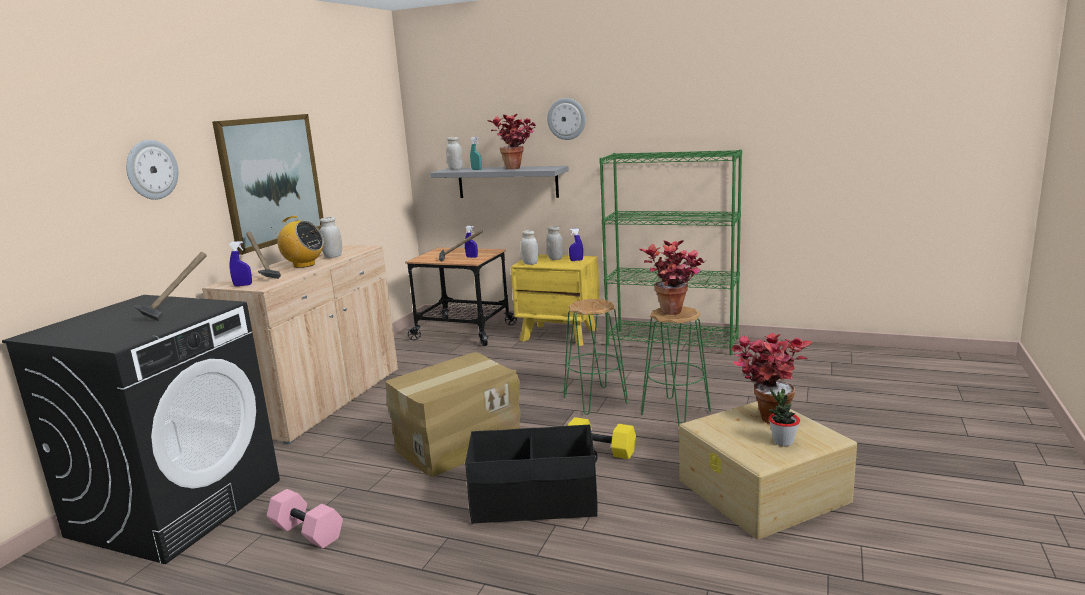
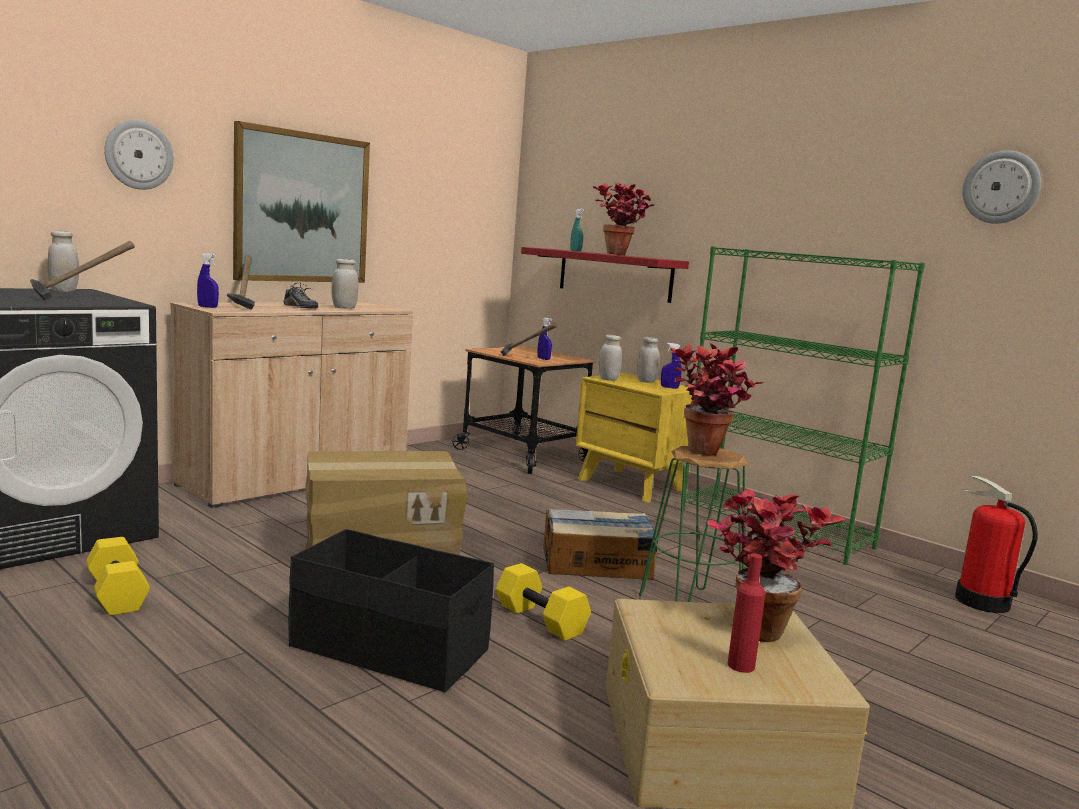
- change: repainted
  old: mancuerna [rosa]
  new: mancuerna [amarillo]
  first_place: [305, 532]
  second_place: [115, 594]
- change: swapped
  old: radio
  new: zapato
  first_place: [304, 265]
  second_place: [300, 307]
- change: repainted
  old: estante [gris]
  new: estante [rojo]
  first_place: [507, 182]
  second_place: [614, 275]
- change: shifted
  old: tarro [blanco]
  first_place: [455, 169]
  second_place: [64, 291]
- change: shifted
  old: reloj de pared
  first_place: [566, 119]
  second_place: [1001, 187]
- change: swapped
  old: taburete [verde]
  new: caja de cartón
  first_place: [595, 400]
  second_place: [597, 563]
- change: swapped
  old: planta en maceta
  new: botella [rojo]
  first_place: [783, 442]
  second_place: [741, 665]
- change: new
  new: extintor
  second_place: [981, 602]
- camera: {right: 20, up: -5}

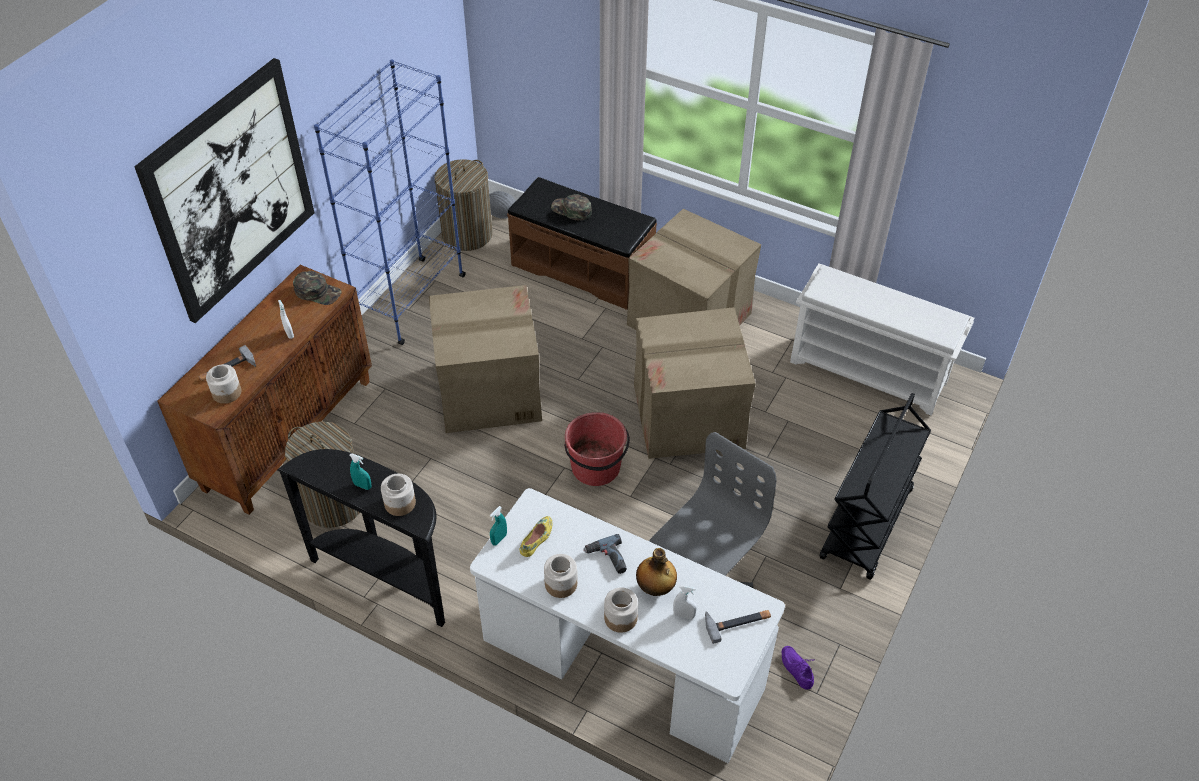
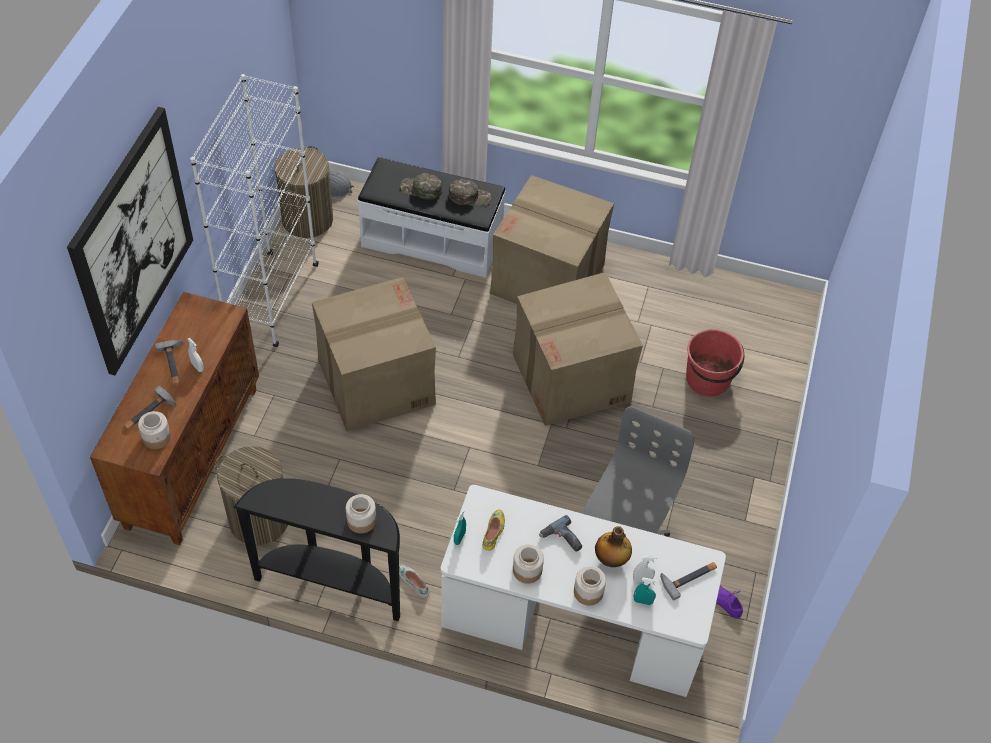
- change: shifted
  old: gorra [verde]
  first_place: [318, 292]
  second_place: [469, 196]
- change: repainted
  old: estantería [azul]
  new: estantería [blanco]
  first_place: [411, 301]
  second_place: [272, 299]
- change: shifted
  old: pulverizador [turquesa]
  first_place: [362, 486]
  second_place: [642, 601]
- change: repainted
  old: banco [marrón]
  new: banco [blanco]
  first_place: [583, 269]
  second_place: [432, 241]
- change: shifted
  old: cubo [rojo]
  first_place: [596, 468]
  second_place: [708, 379]
- change: gone
  old: zapatero [blanco]
  first_place: [870, 371]
- change: gone
  old: carrito [negro]
  first_place: [867, 525]
- change: new
  new: martillo
  second_place: [173, 364]
- change: new
  new: zapato [blanco]
  second_place: [414, 582]
- camera: {right: -15, up: 5}

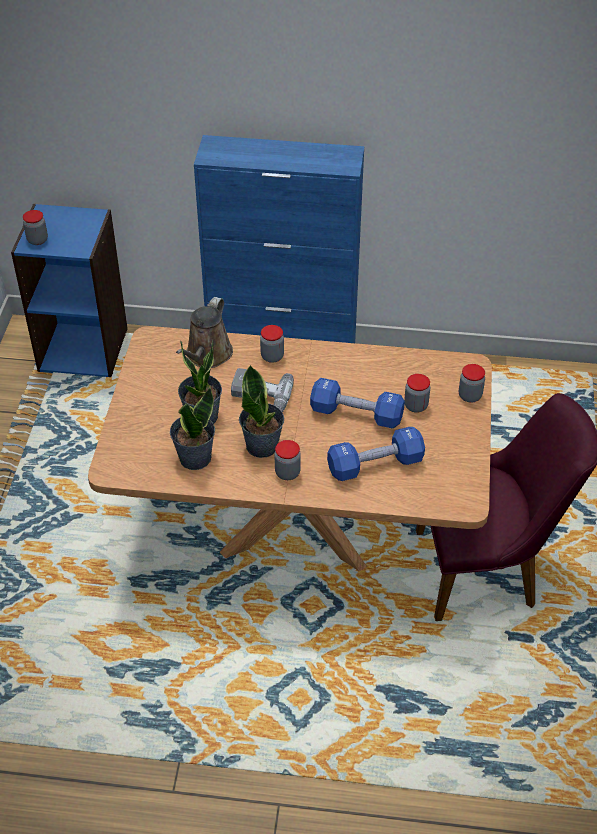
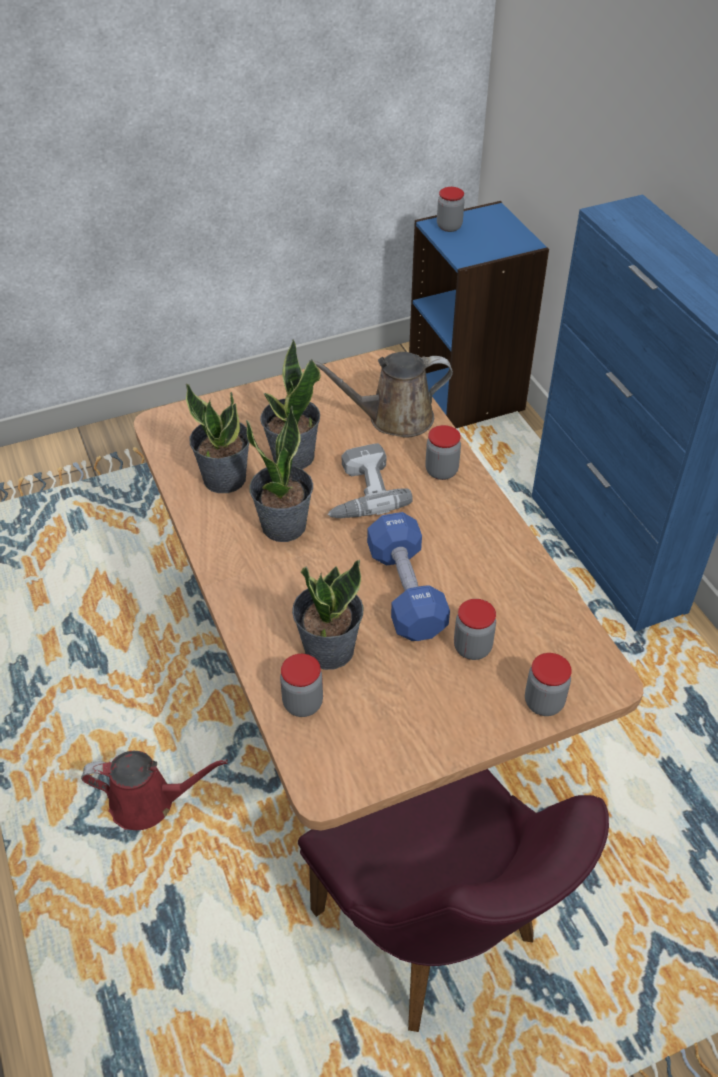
- change: shifted
  old: tarro
  first_place: [287, 473]
  second_place: [303, 703]
- change: swapped
  old: mancuerna [azul]
  new: planta en maceta
  first_place: [375, 465]
  second_place: [328, 649]
- change: new
  new: regadera [rojo]
  second_place: [149, 803]
- camera: {right: 60, up: 0}

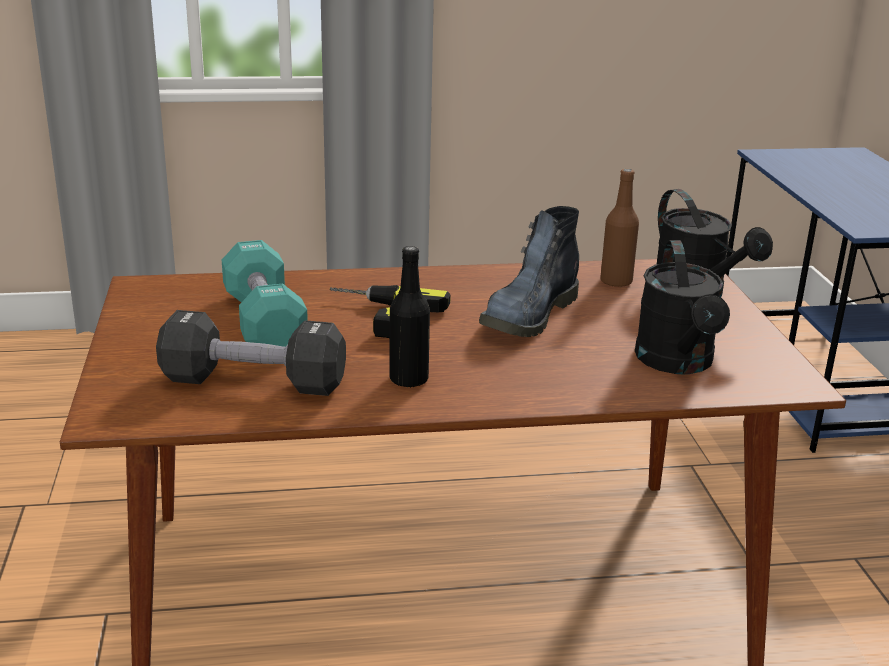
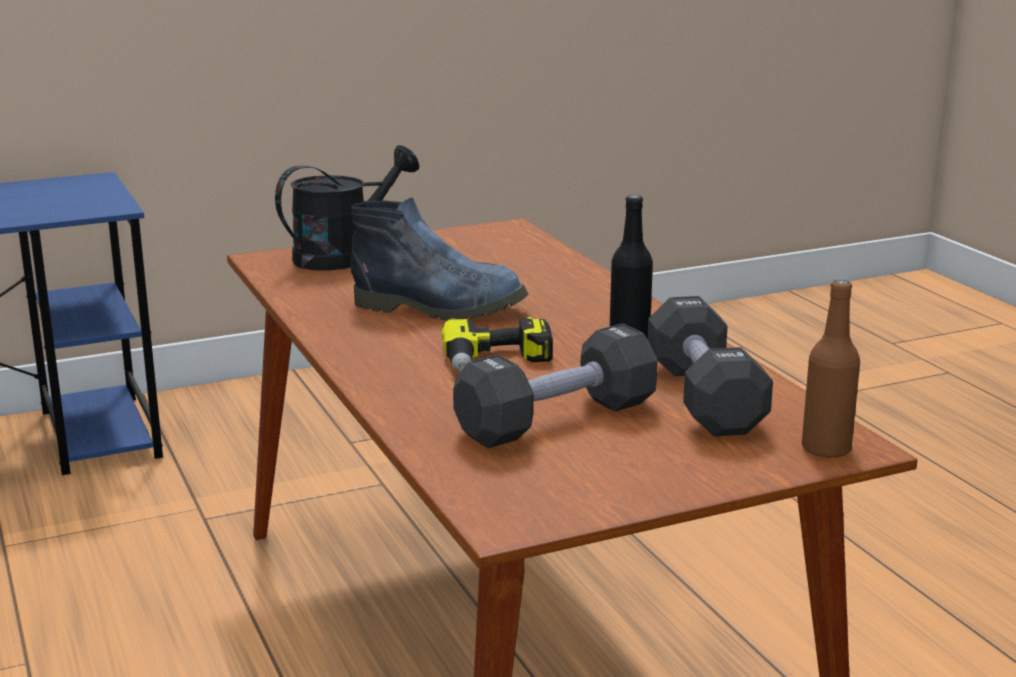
- change: repainted
  old: mancuerna [turquesa]
  new: mancuerna [negro]
  first_place: [264, 322]
  second_place: [557, 420]
- change: shifted
  old: botella [marrón]
  first_place: [616, 282]
  second_place: [826, 449]
- change: gone
  old: regadera [negro]
  first_place: [678, 363]
- camera: {right: -105, up: -5}

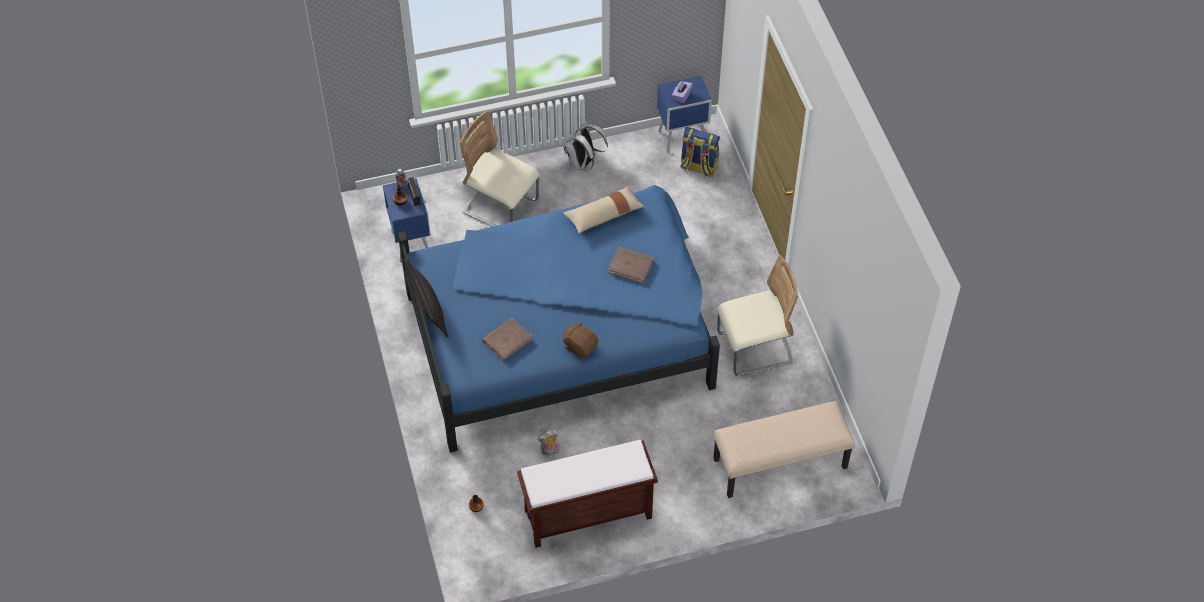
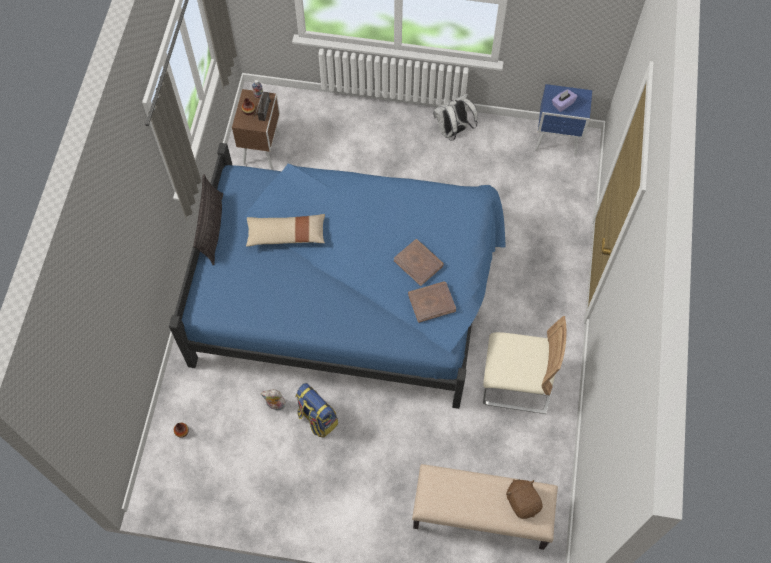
- change: repainted
  old: mesita de noche [azul]
  new: mesita de noche [marrón]
  first_place: [411, 242]
  second_place: [263, 149]
- change: gone
  old: silla [beis]
  first_place: [501, 207]
- change: shifted
  old: libro [marrón]
  first_place: [507, 340]
  second_place: [431, 302]
- change: gone
  old: banco [marrón]
  first_place: [587, 515]
- change: shifted
  old: cojín [beis]
  first_place: [604, 215]
  second_place: [286, 234]
- change: shifted
  old: peluche [marrón]
  first_place: [580, 347]
  second_place: [522, 501]
- change: shifted
  old: mochila
  first_place: [698, 167]
  second_place: [317, 418]
- camera: {right: 25, up: 10}

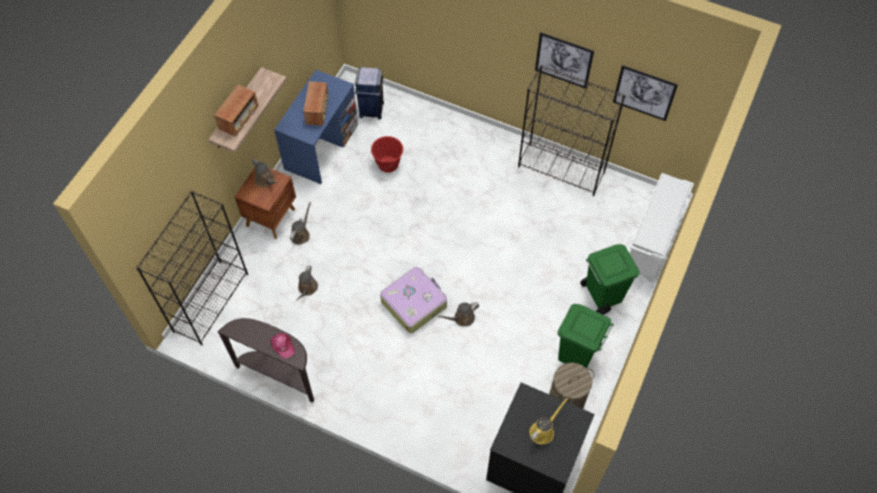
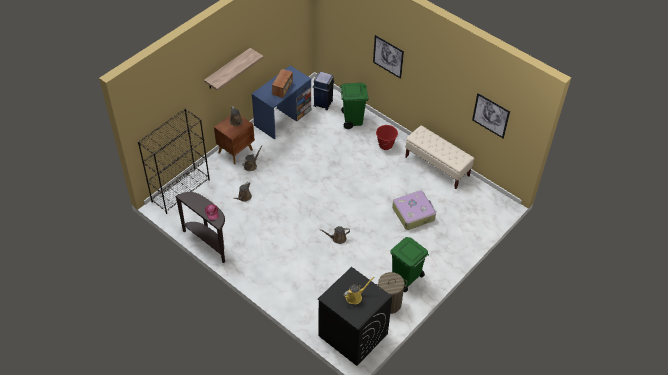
- change: gone
  old: radio
  first_place: [239, 118]
- change: shifted
  old: cubo [rojo]
  first_place: [388, 164]
  second_place: [386, 145]
- change: shifted
  old: maleta
  first_place: [414, 303]
  second_place: [413, 213]
- change: swapped
  old: estantería [negro]
  new: banco [beis]
  first_place: [561, 169]
  second_place: [437, 166]
- change: shifted
  old: cuadro
  first_place: [563, 60]
  second_place: [388, 56]
- change: shifted
  old: papelera [verde]
  first_place: [602, 295]
  second_place: [352, 120]
- change: gone
  old: zapatero [blanco]
  first_place: [652, 242]
- camera: {right: 15, up: -10}

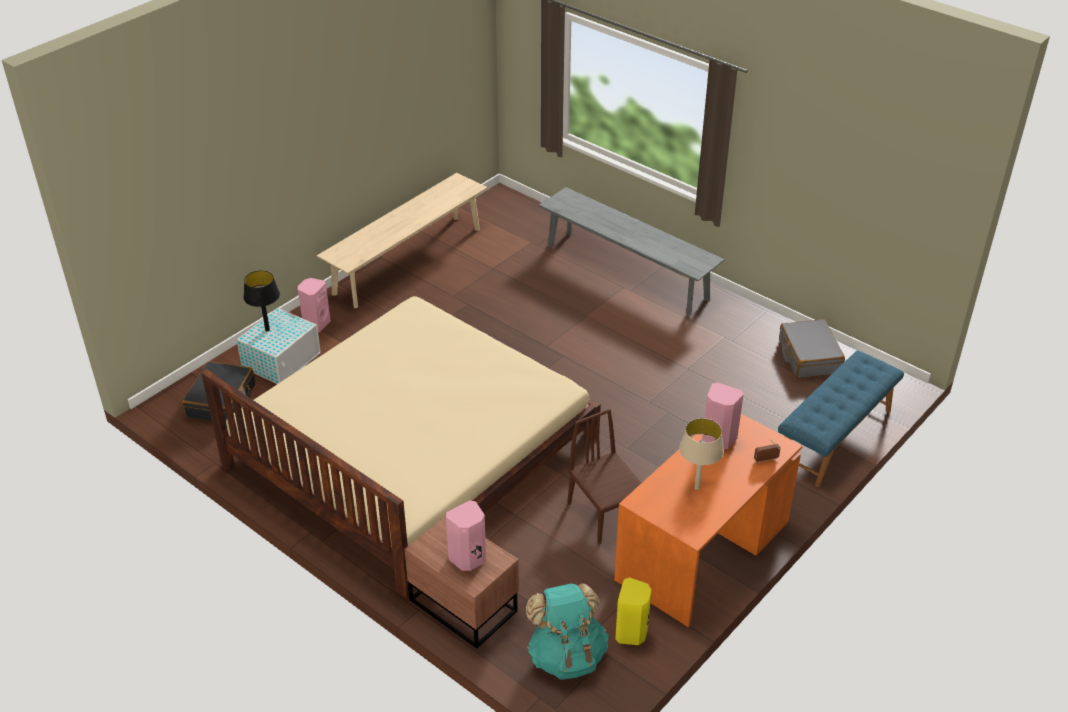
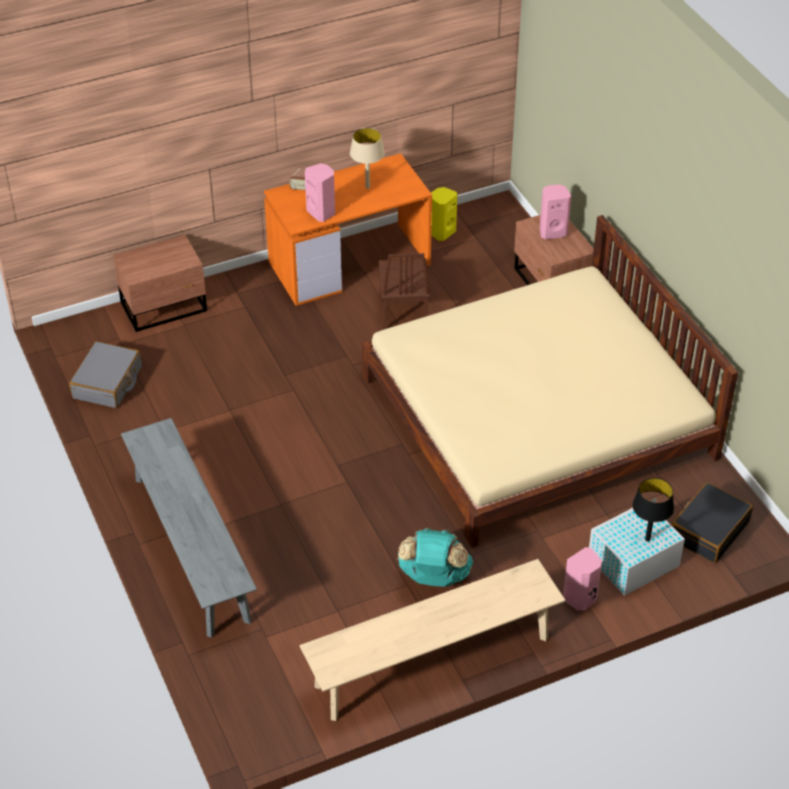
- change: shifted
  old: mochila [turquesa]
  first_place: [566, 656]
  second_place: [434, 577]
- change: swapped
  old: banco [azul]
  new: mesita de noche [marrón]
  first_place: [835, 437]
  second_place: [165, 307]
- camera: {right: -155, up: 5}

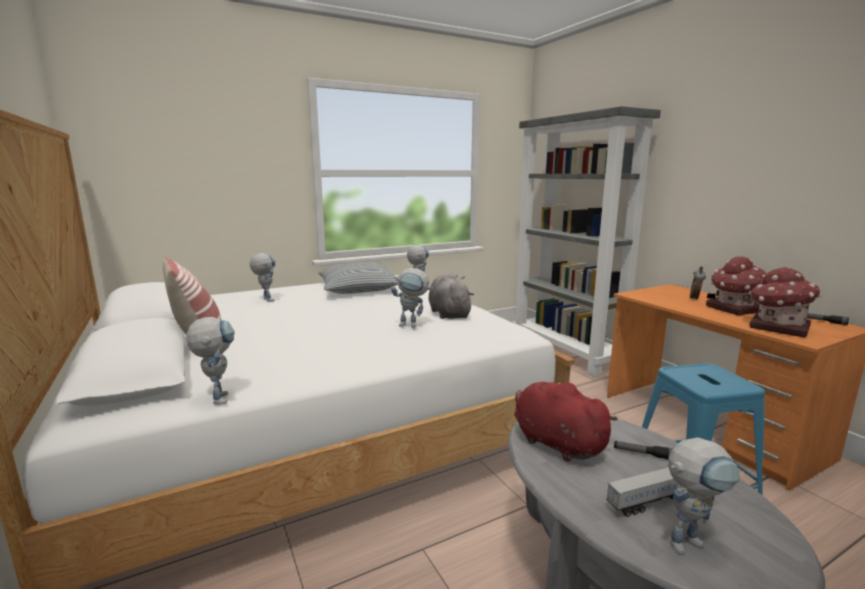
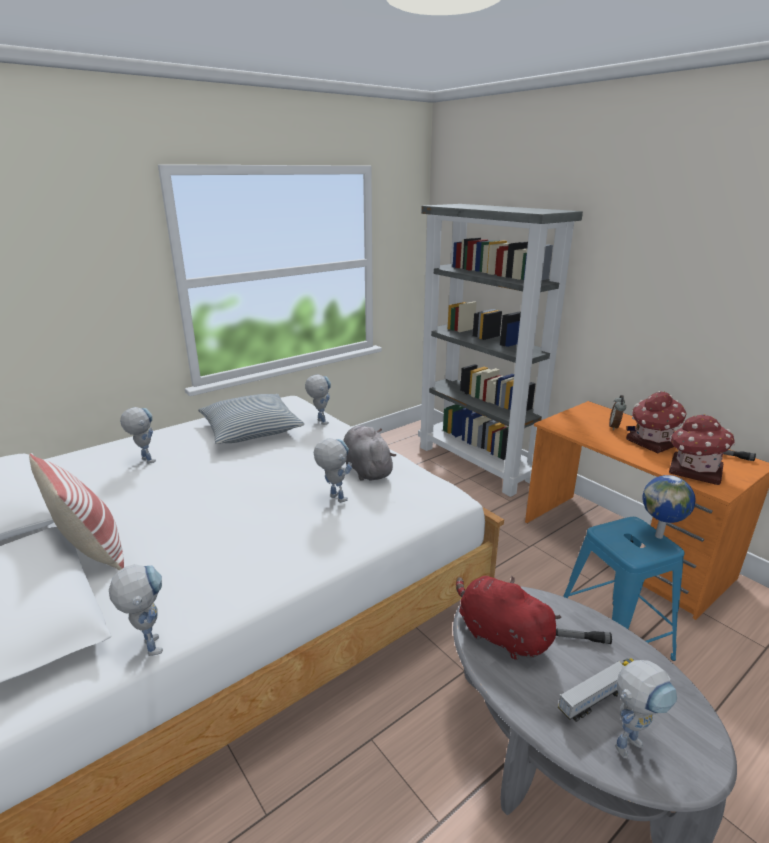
- change: rotated
  old: robot de juguete
  first_place: [413, 325]
  second_place: [333, 497]
  degrees: -135
- change: new
  new: globo terráqueo
  second_place: [659, 536]
- camera: {right: -10, up: 10}

